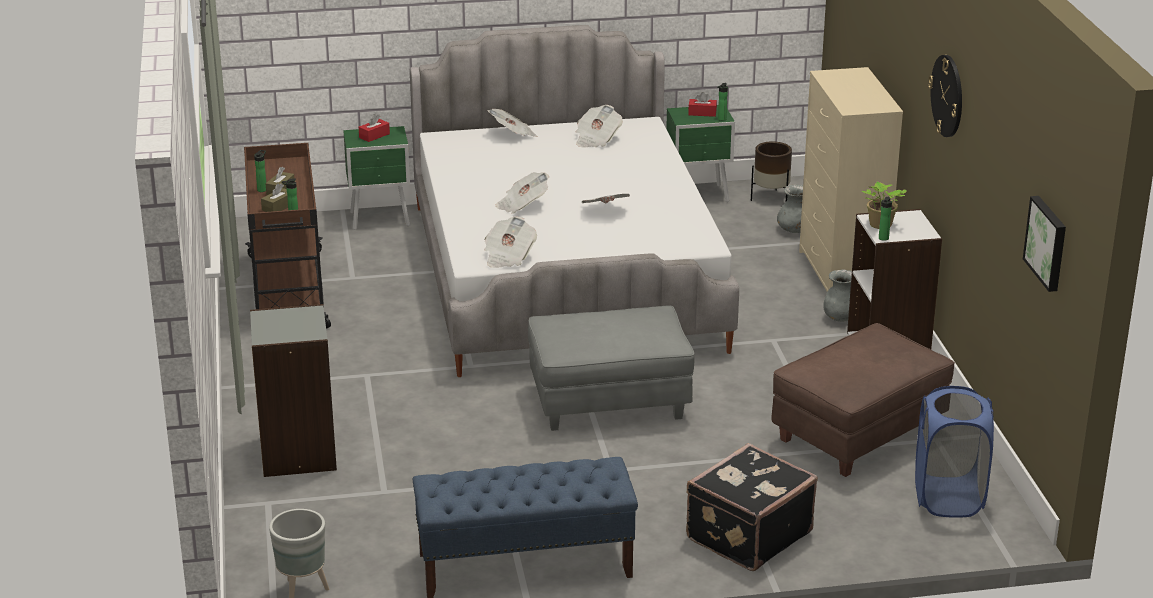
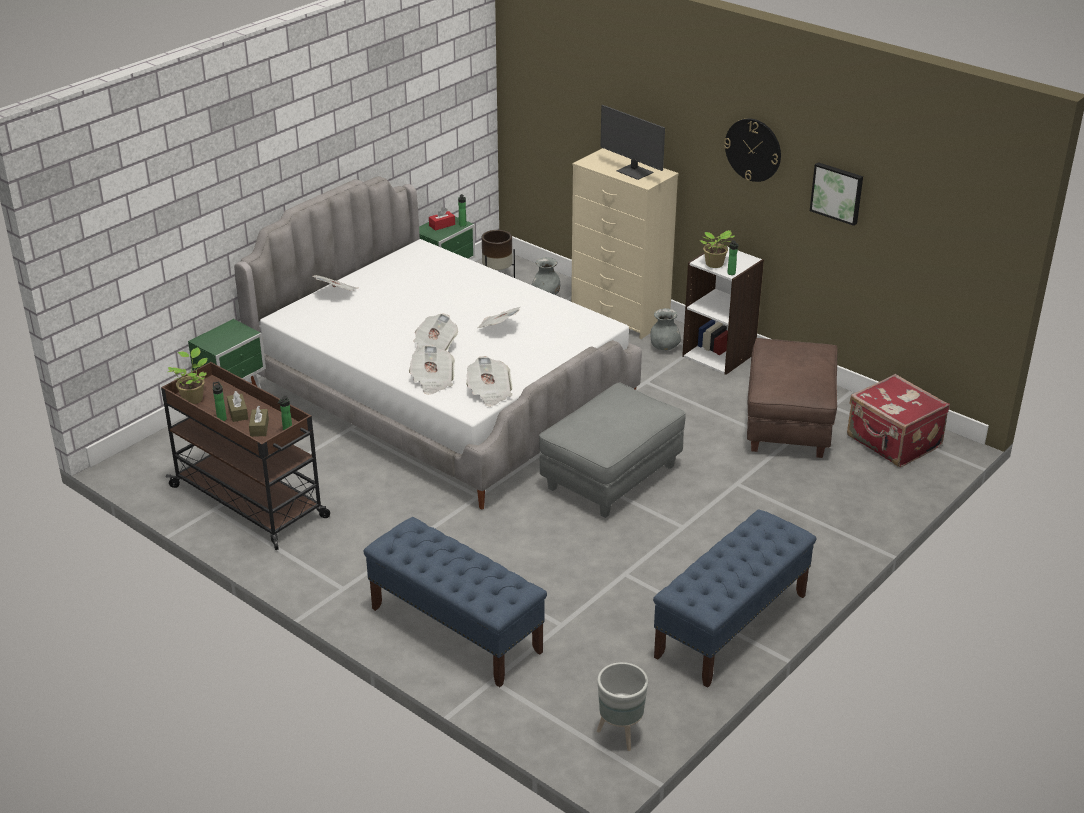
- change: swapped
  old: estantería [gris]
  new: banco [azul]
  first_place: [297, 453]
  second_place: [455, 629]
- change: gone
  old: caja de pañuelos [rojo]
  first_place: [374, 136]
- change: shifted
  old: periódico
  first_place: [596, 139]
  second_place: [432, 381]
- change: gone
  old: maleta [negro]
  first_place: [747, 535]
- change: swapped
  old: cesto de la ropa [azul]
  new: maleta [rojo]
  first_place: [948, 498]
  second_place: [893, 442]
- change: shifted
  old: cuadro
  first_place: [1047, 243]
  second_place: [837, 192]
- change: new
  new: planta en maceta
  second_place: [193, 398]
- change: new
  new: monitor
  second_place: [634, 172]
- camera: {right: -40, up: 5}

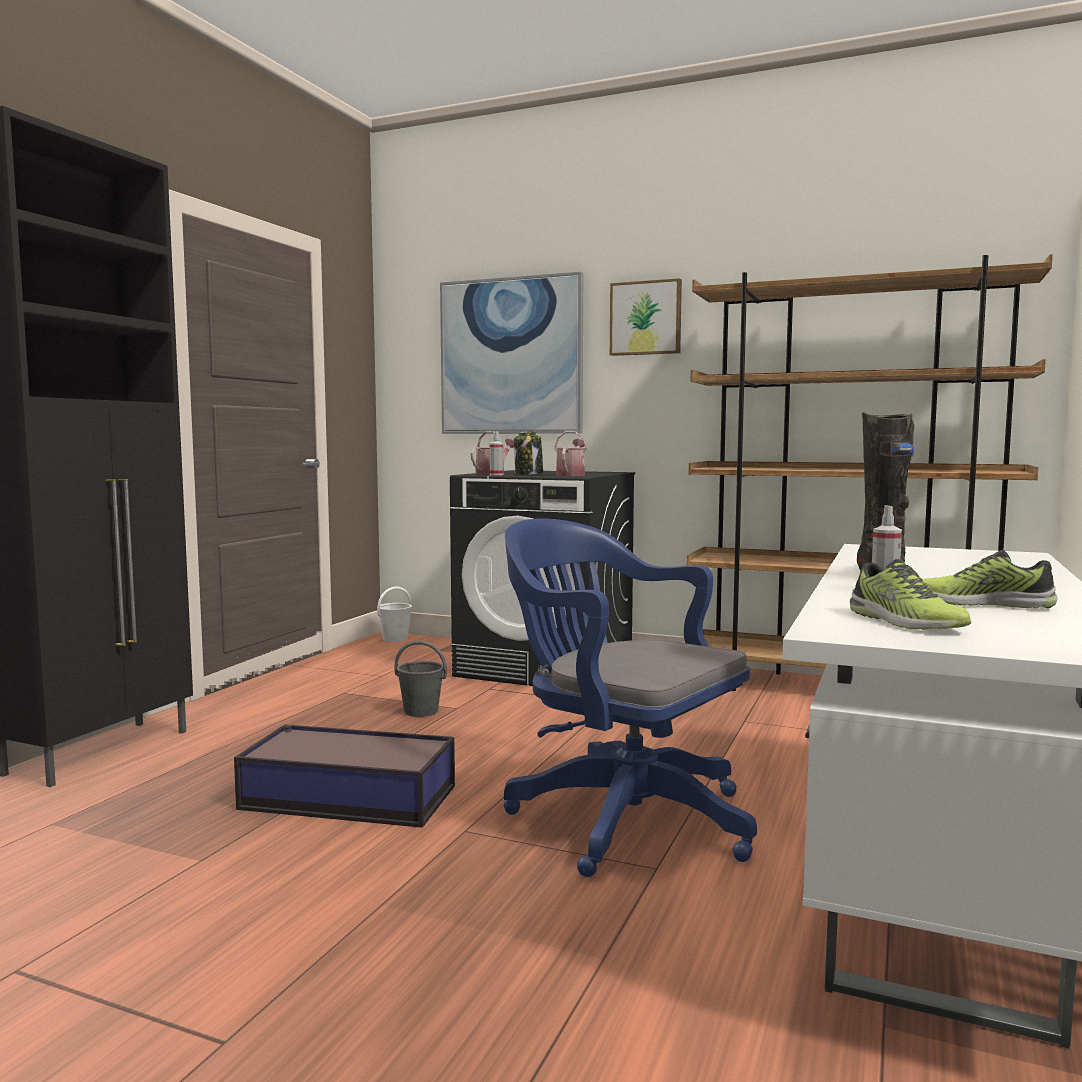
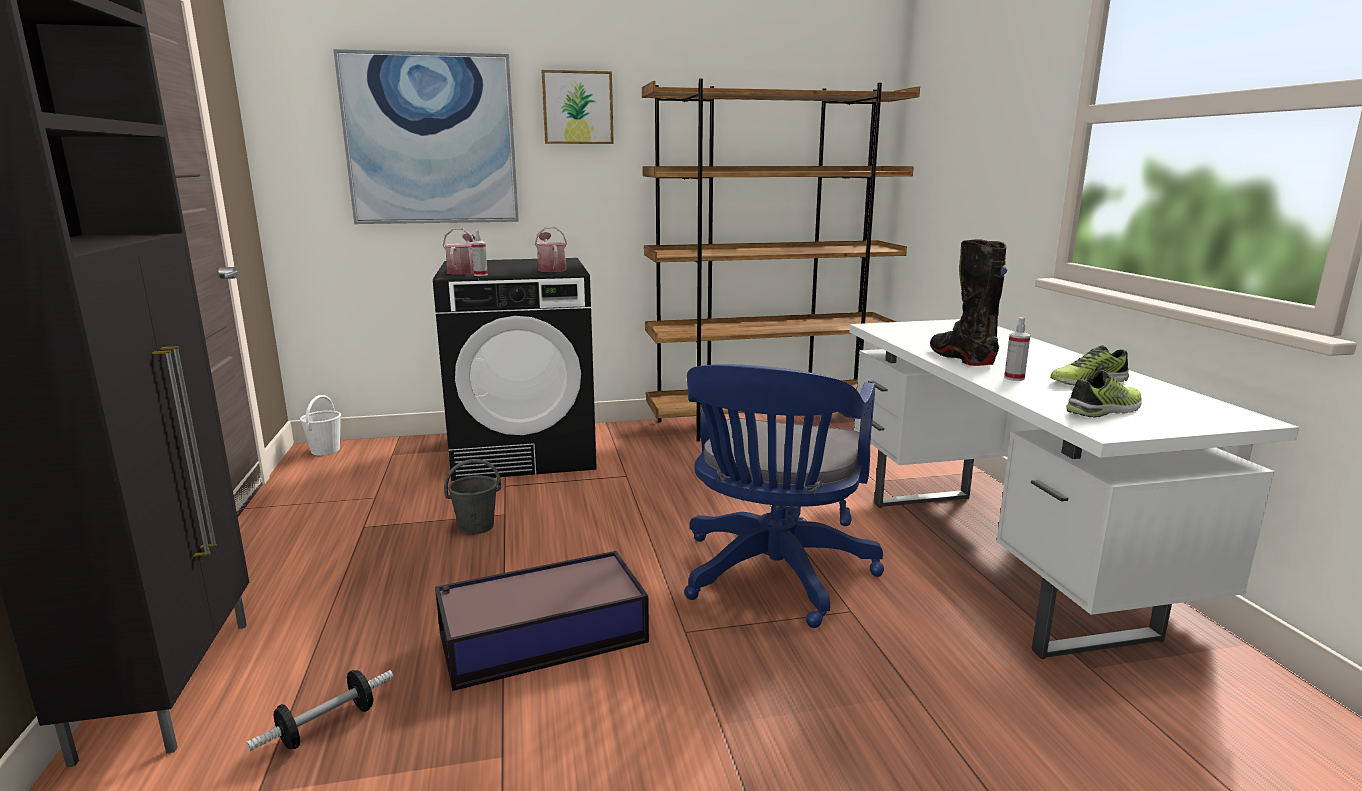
- change: rotated
  old: silla de oficina [azul]
  first_place: [620, 816]
  second_place: [773, 577]
  degrees: -75
- change: gone
  old: tarro
  first_place: [529, 474]
- change: rotated
  old: zapato
  first_place: [903, 622]
  second_place: [1105, 410]
  degrees: -60
- change: new
  new: mancuerna
  second_place: [327, 726]
- camera: {right: -35, up: 10}

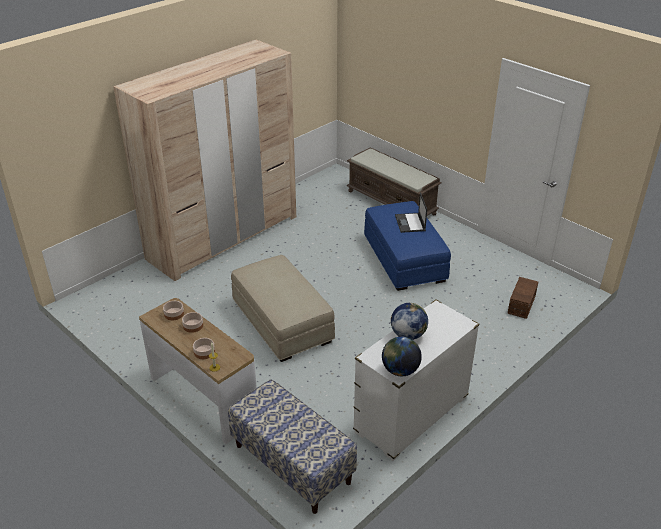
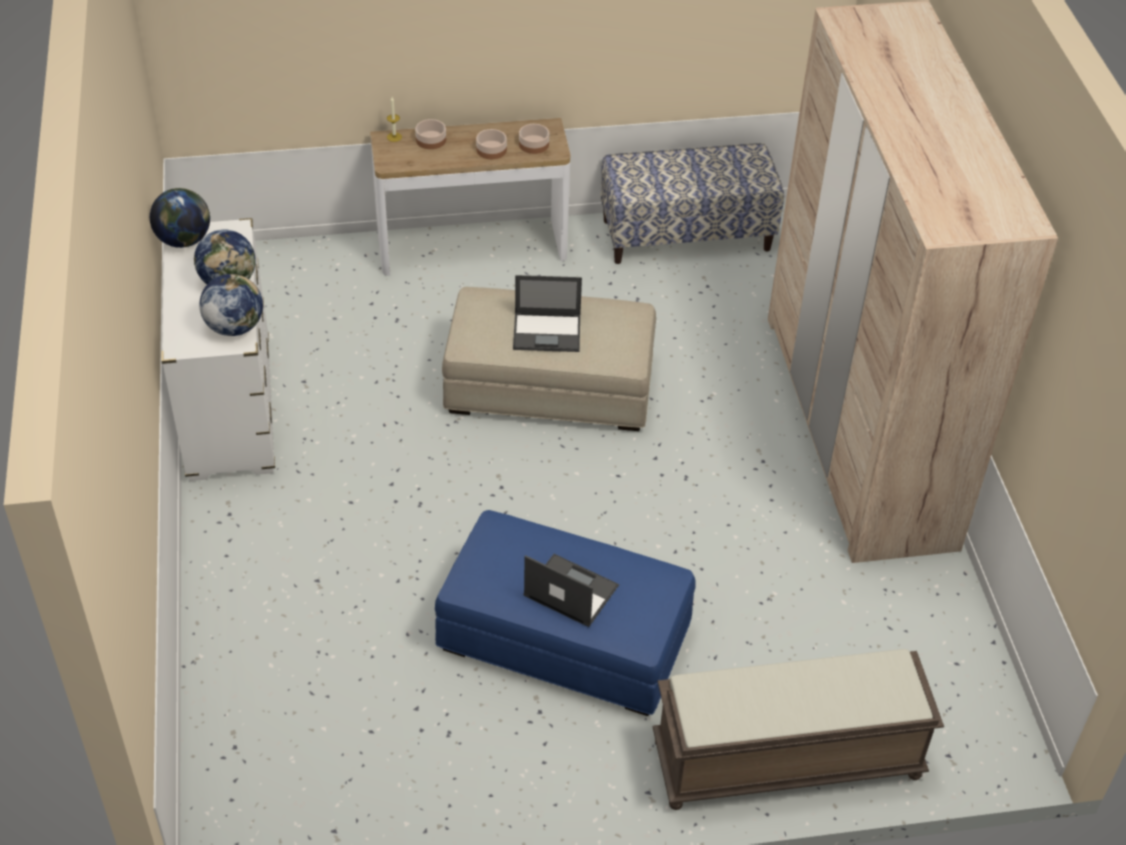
- change: shifted
  old: banco
  first_place: [291, 464]
  second_place: [686, 234]
- change: gone
  old: caja de almacenaje [marrón]
  first_place: [520, 305]
- change: new
  new: globo terráqueo
  second_place: [234, 327]
- change: new
  new: portátil
  second_place: [548, 332]
- camera: {right: 125, up: 10}

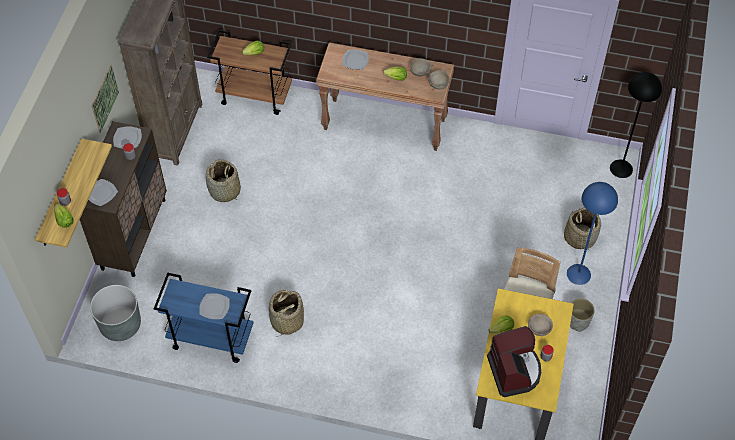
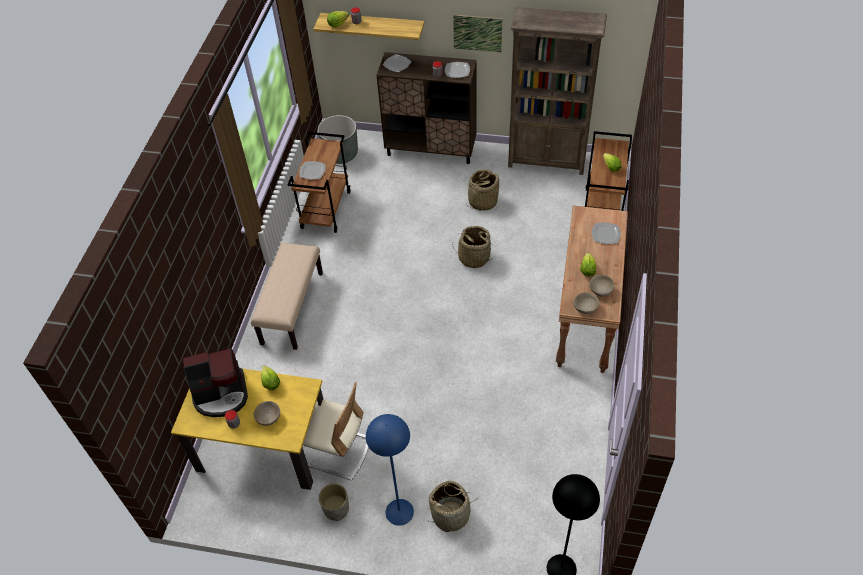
- change: repainted
  old: carrito [azul]
  new: carrito [marrón]
  first_place: [210, 339]
  second_place: [325, 209]
- change: shifted
  old: cesta
  first_place: [286, 321]
  second_place: [474, 257]
- change: new
  new: banco [beis]
  second_place: [292, 307]
- camera: {right: 90, up: -5}

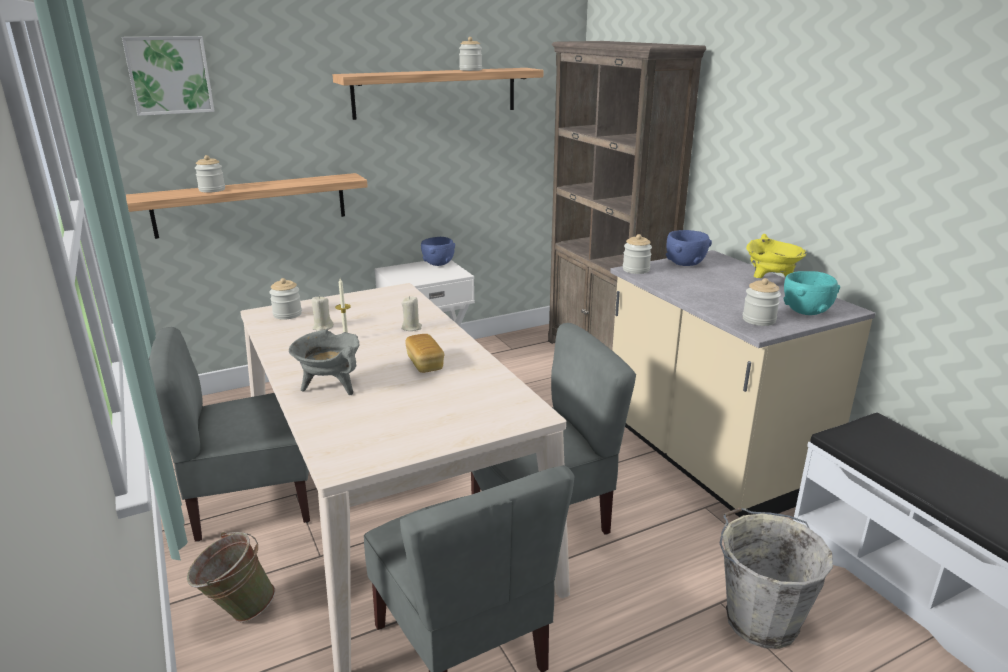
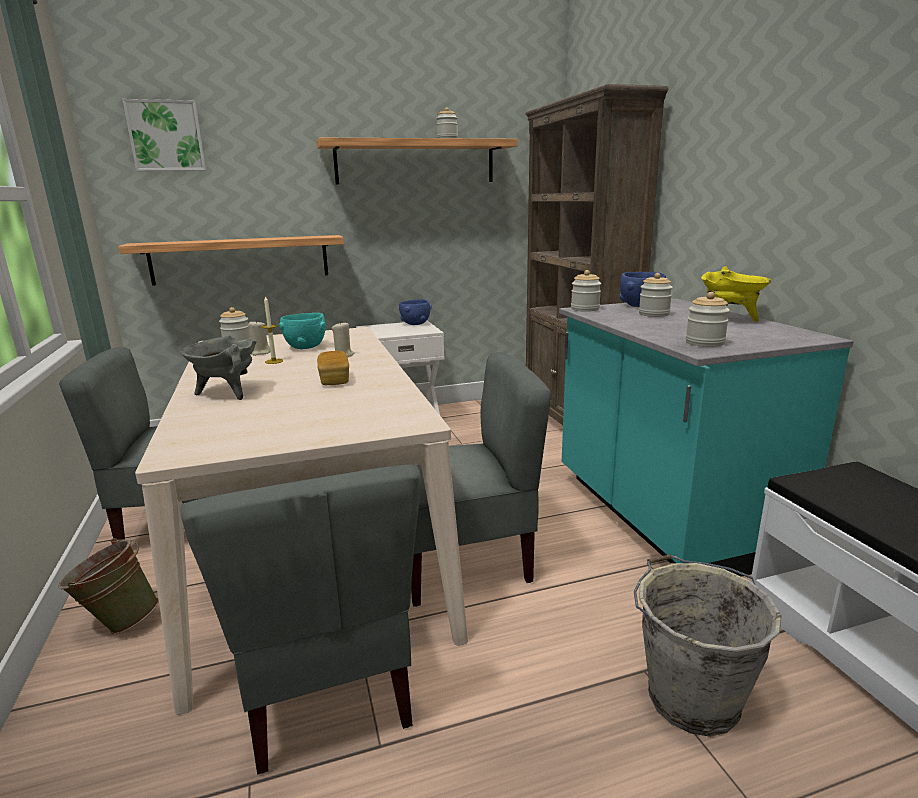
- change: shifted
  old: tarro
  first_place: [212, 190]
  second_place: [654, 314]
- change: repainted
  old: mueble bajo de cocina [beis]
  new: mueble bajo de cocina [turquesa]
  first_place: [708, 458]
  second_place: [663, 516]
- change: shifted
  old: cuenco [turquesa]
  first_place: [806, 311]
  second_place: [306, 347]
- camera: {right: 10, up: -5}

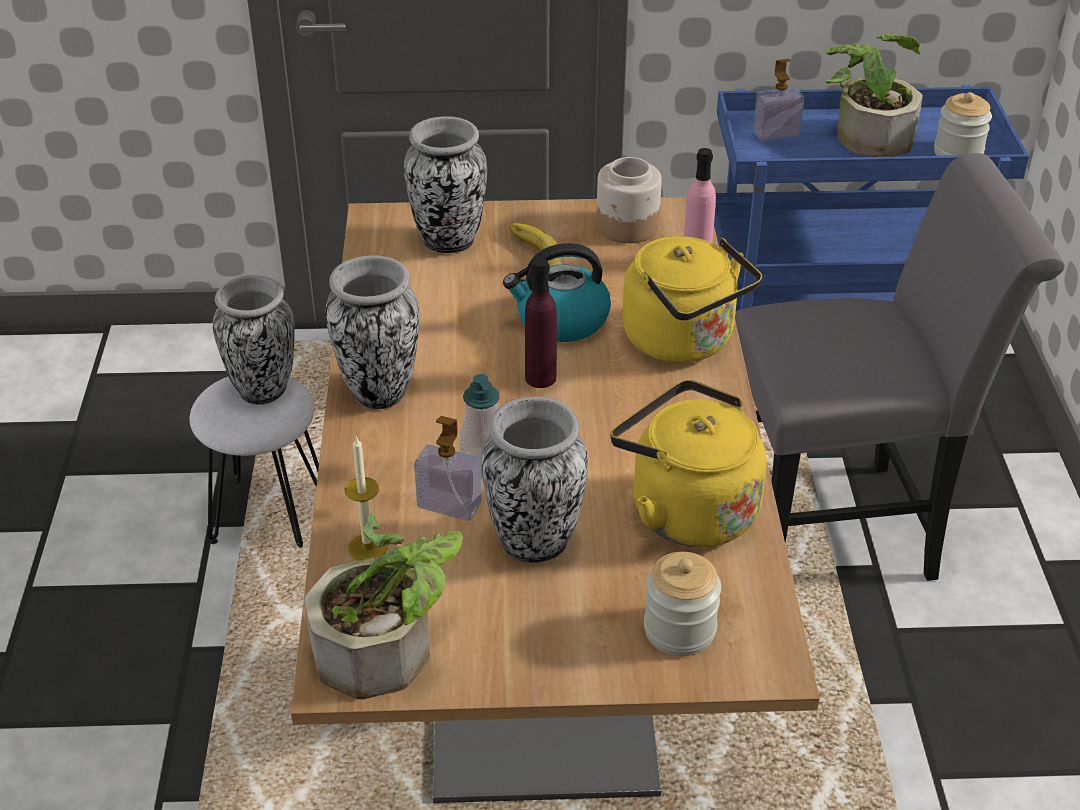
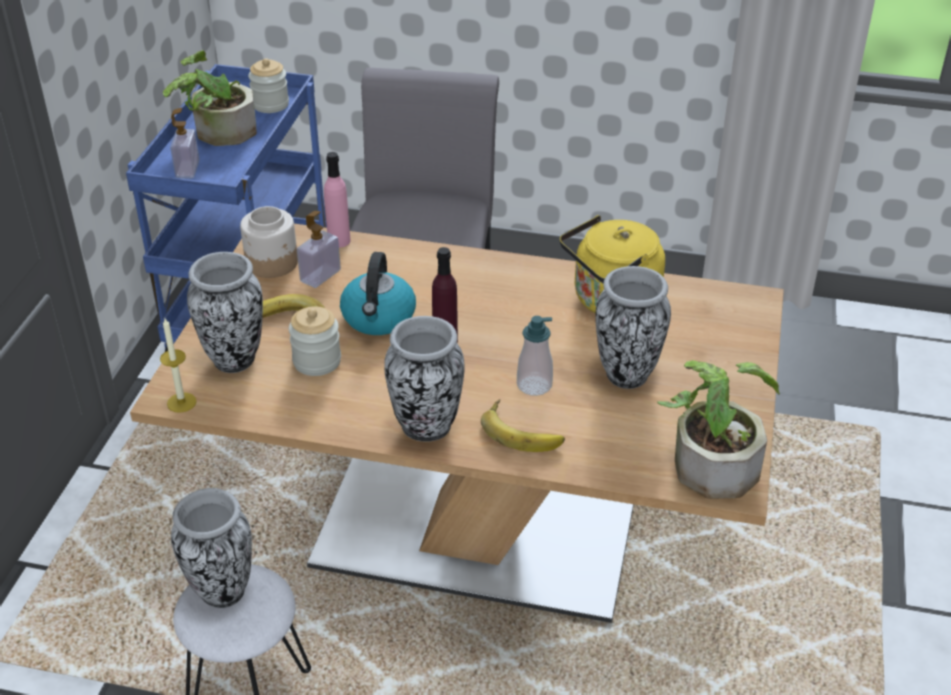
- change: shifted
  old: vela
  first_place: [367, 547]
  second_place: [181, 402]
- change: shifted
  old: dispensador de jabón
  first_place: [449, 505]
  second_place: [320, 276]
- change: gone
  old: hervidor [amarillo]
  first_place: [684, 342]
- change: shifted
  old: tarro
  first_place: [679, 630]
  second_place: [317, 361]
- change: new
  new: plátano
  second_place: [523, 431]
- camera: {right: -75, up: 0}

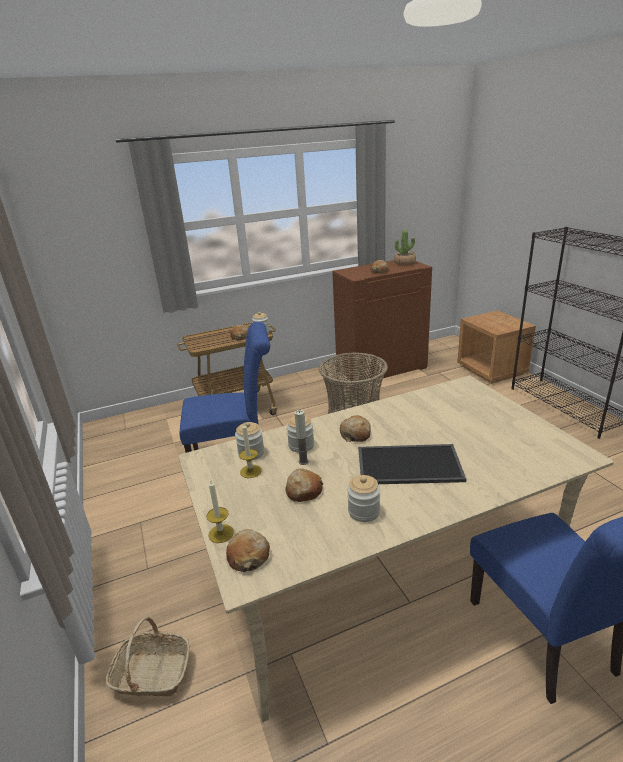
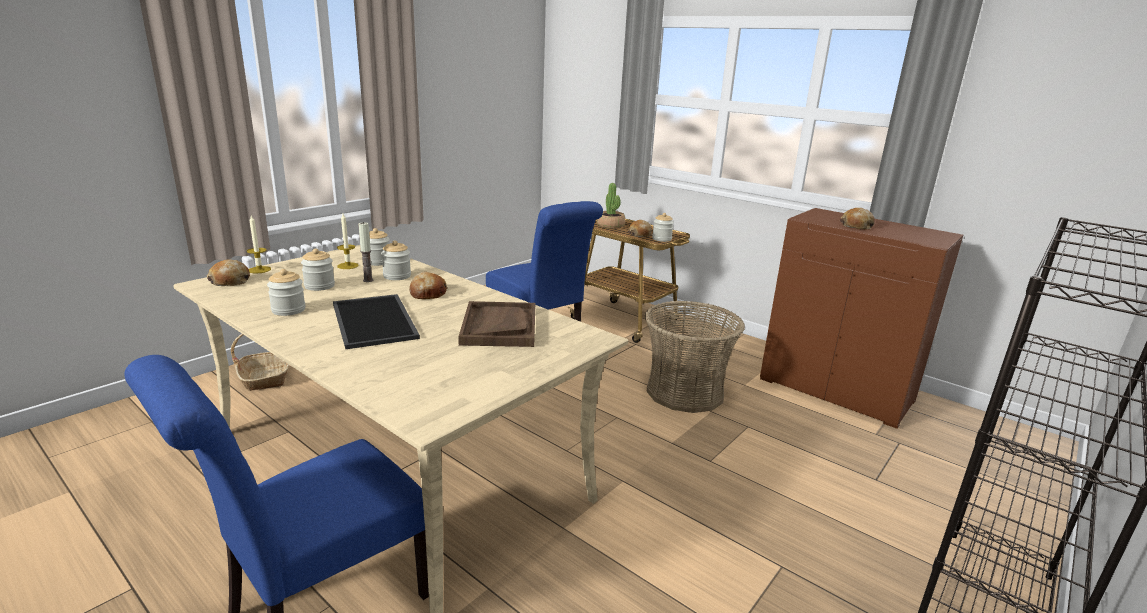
- change: swapped
  old: pan
  new: tarro
  first_place: [303, 491]
  second_place: [319, 286]
- change: shifted
  old: planta en maceta
  first_place: [404, 263]
  second_place: [610, 225]
- change: gone
  old: mesita de noche [marrón]
  first_place: [492, 370]
- change: new
  new: bandeja [marrón]
  second_place: [499, 326]
- camera: {right: 60, up: -5}

